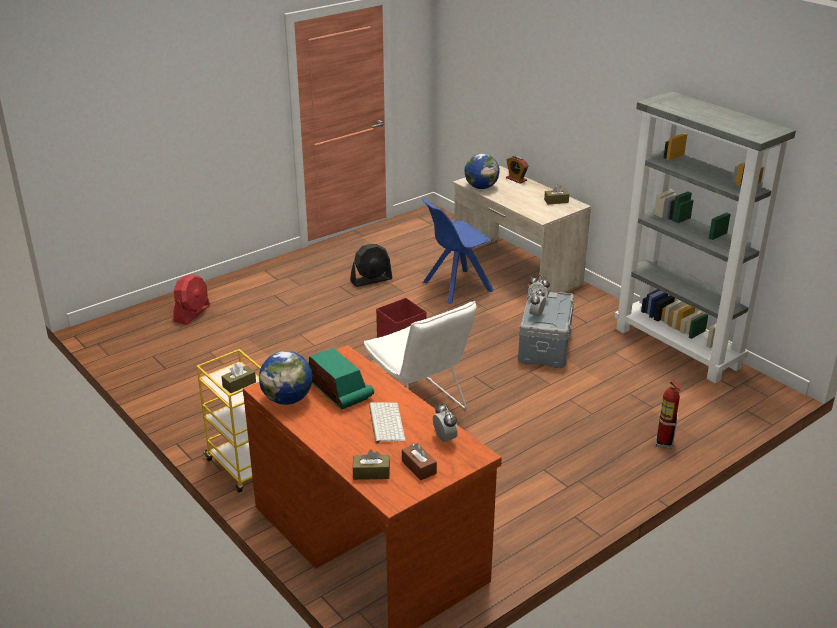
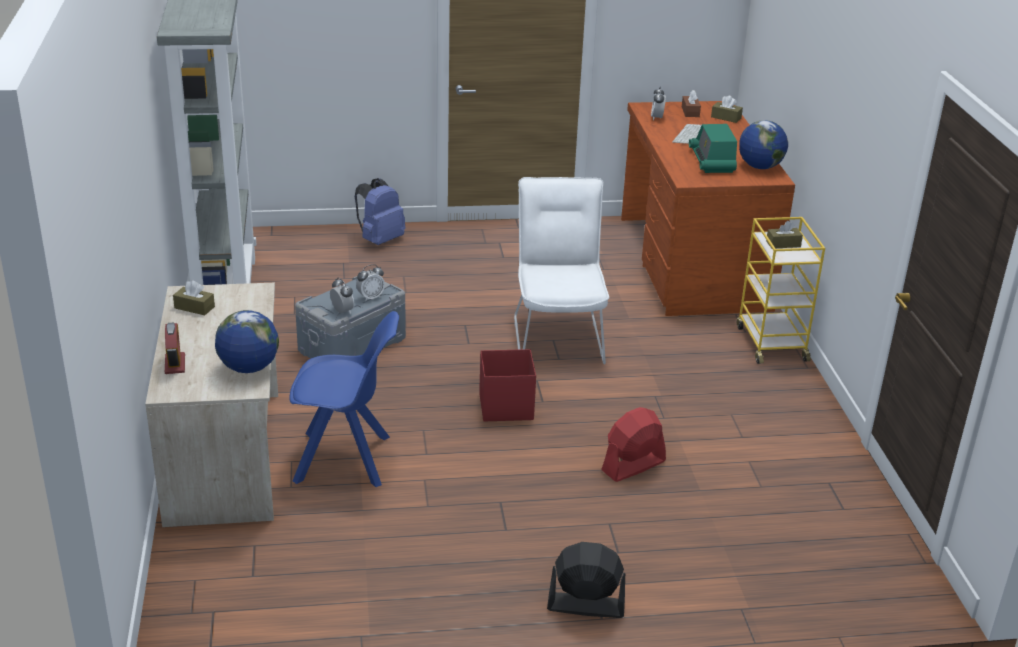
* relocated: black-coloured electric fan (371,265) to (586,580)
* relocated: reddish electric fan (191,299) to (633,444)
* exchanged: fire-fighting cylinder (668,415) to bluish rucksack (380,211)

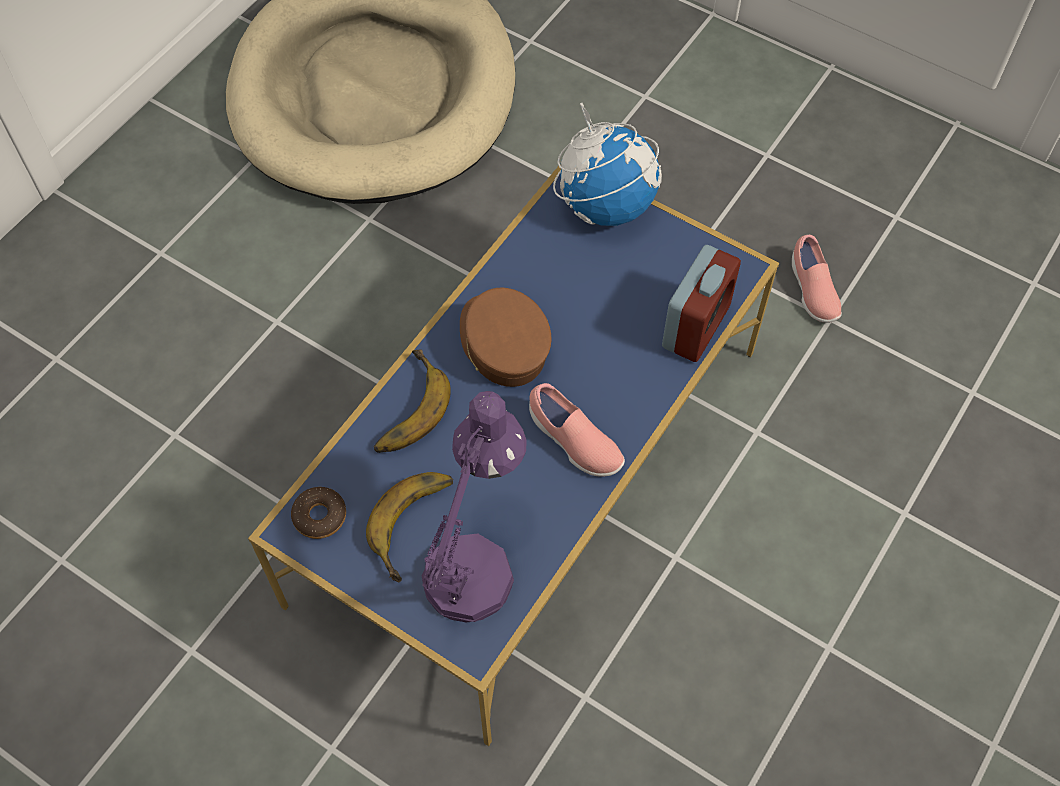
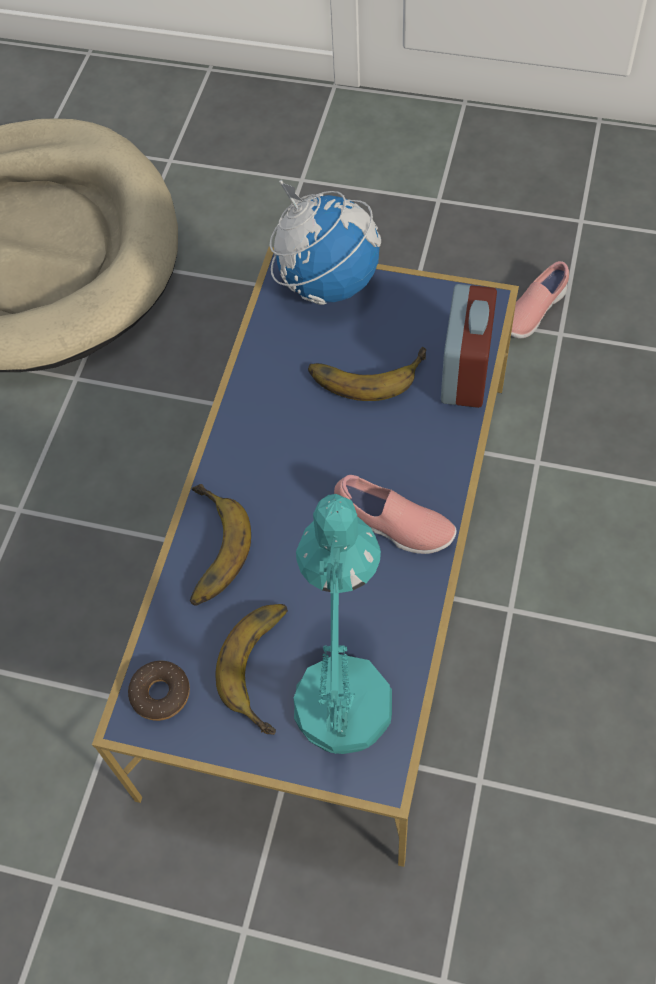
* spun: pink-coloured item of footwear (817,279) = (540,299) 75 degrees clockwise
* missing: brown cap (506,337)
* colour: purple table lamp (474,507) to turquoise-coloured table lamp (342,624)
* appeared: whole banana (367,374)

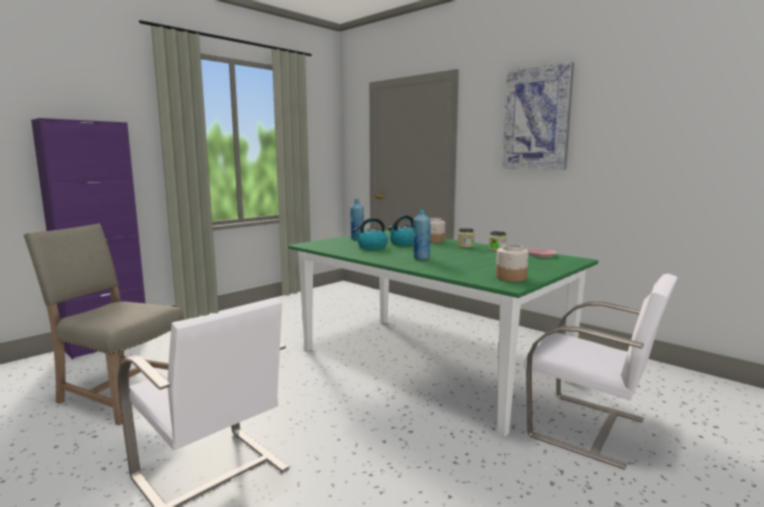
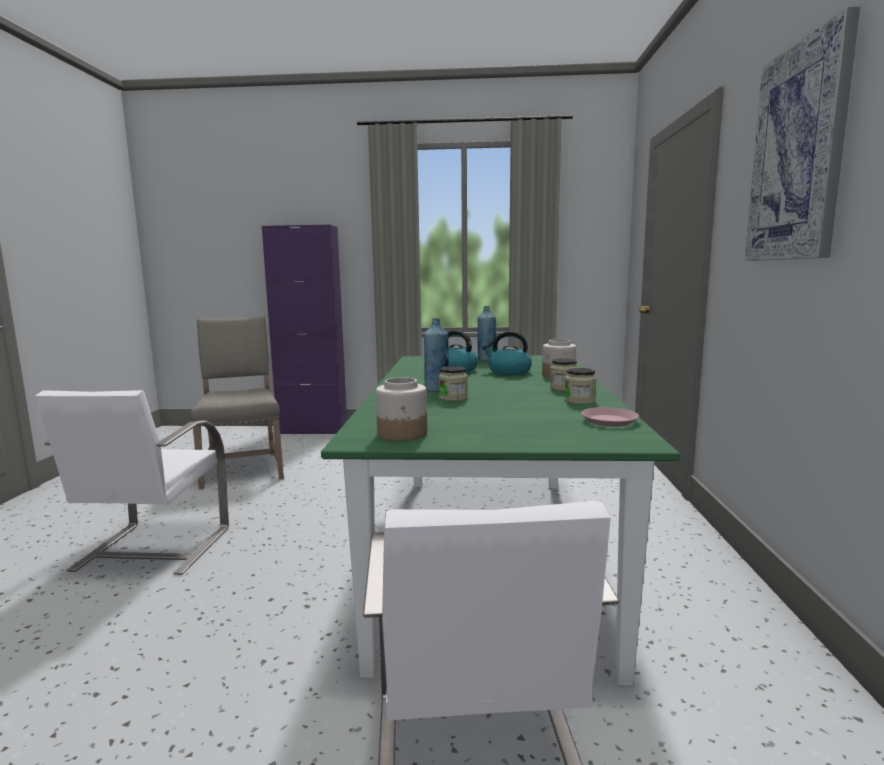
* appeared: storage jar (453,383)

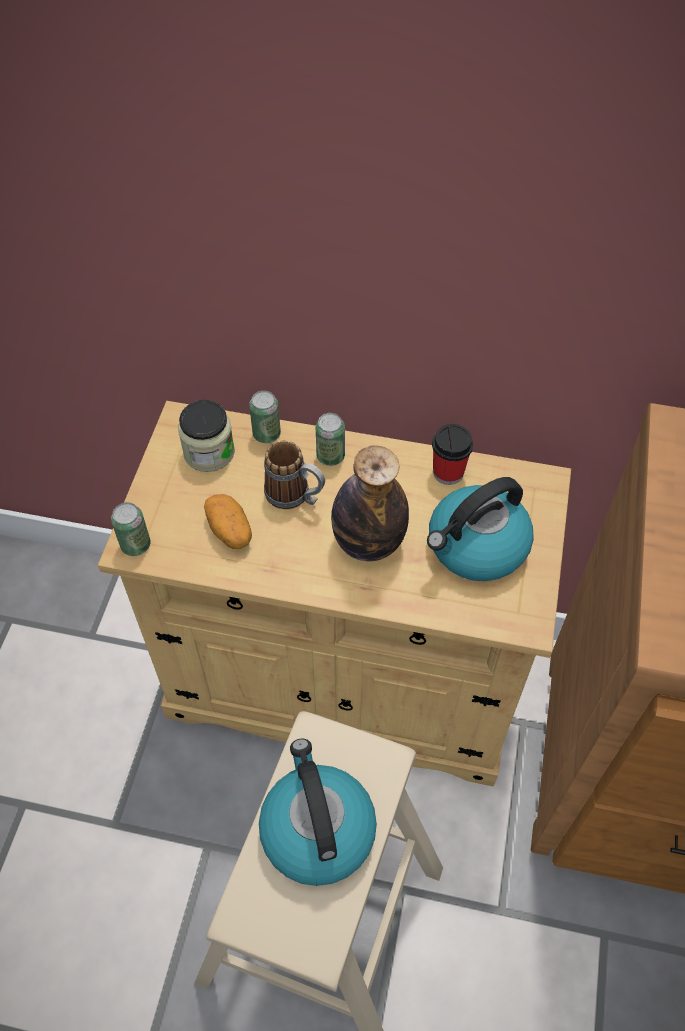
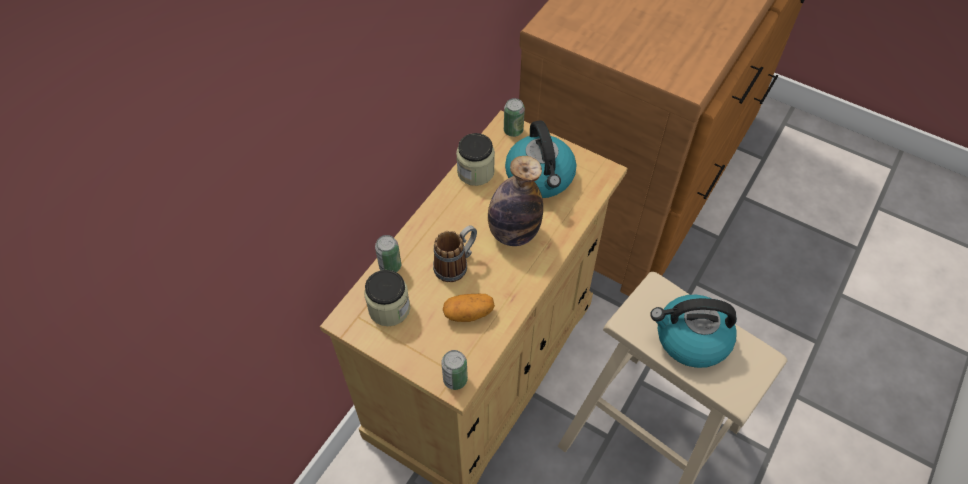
* relocated: metal can (330,439) to (514,117)
* exchanged: cup (452,454) to storage jar (475,159)

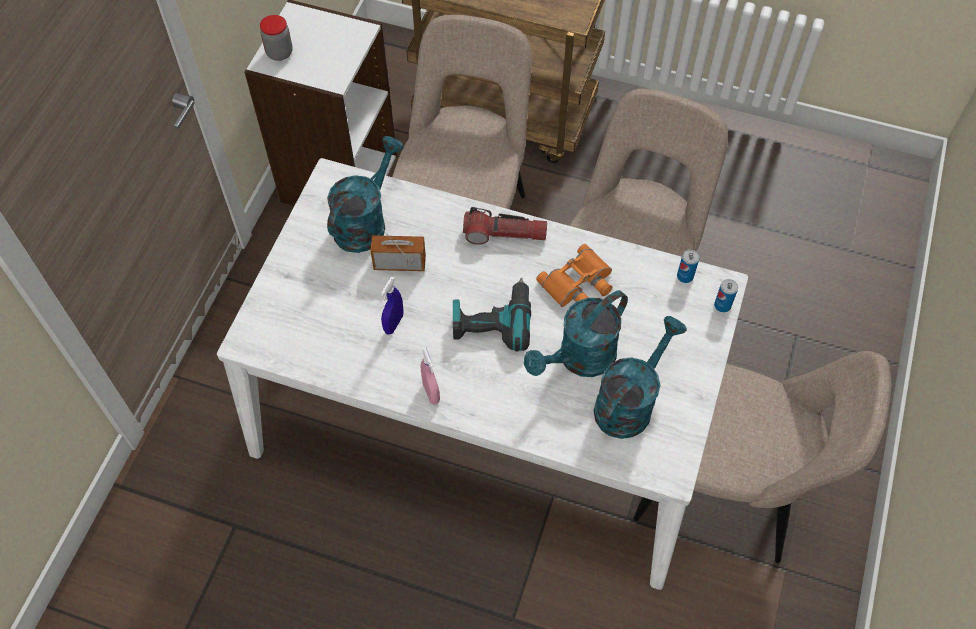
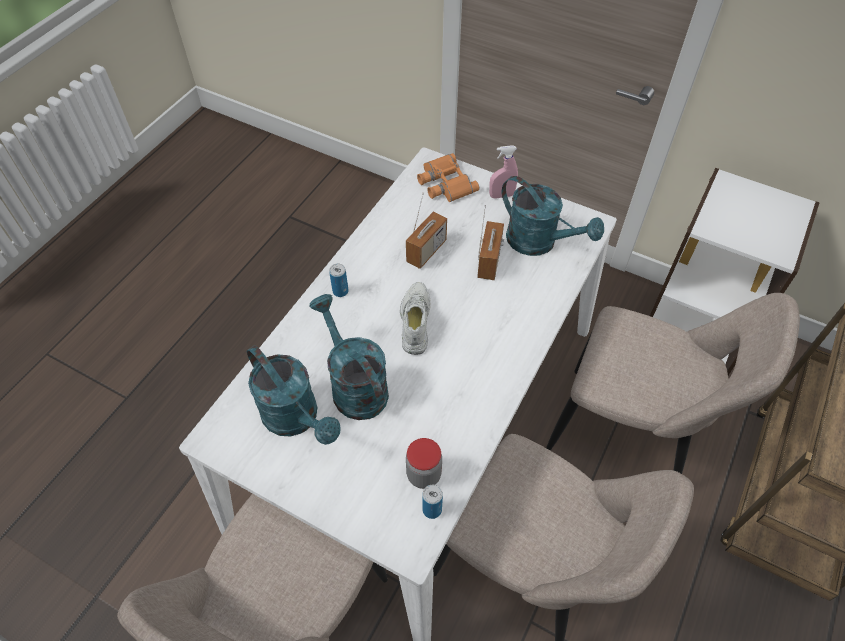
* relocated: storage jar (276,38) to (424,463)
* missing: flashlight (505,226)
* relocated: orange-coloured pair of binoculars (574,275) to (448,177)
* exchanged: bluish spray bottle (392,305) to radio receiver (426,231)
* exchanged: power drill (492,314) to white item of footwear (415,318)
* relocated: metal can (726,295) to (339,280)
* relocated: pink-coloured spray bottle (430,376) to (503,172)

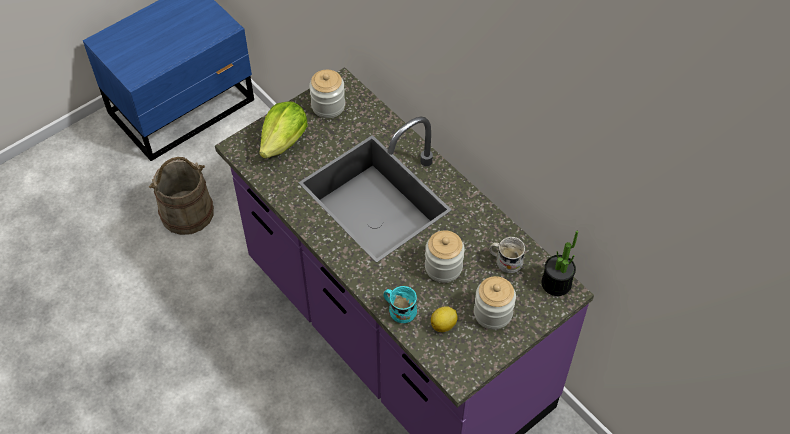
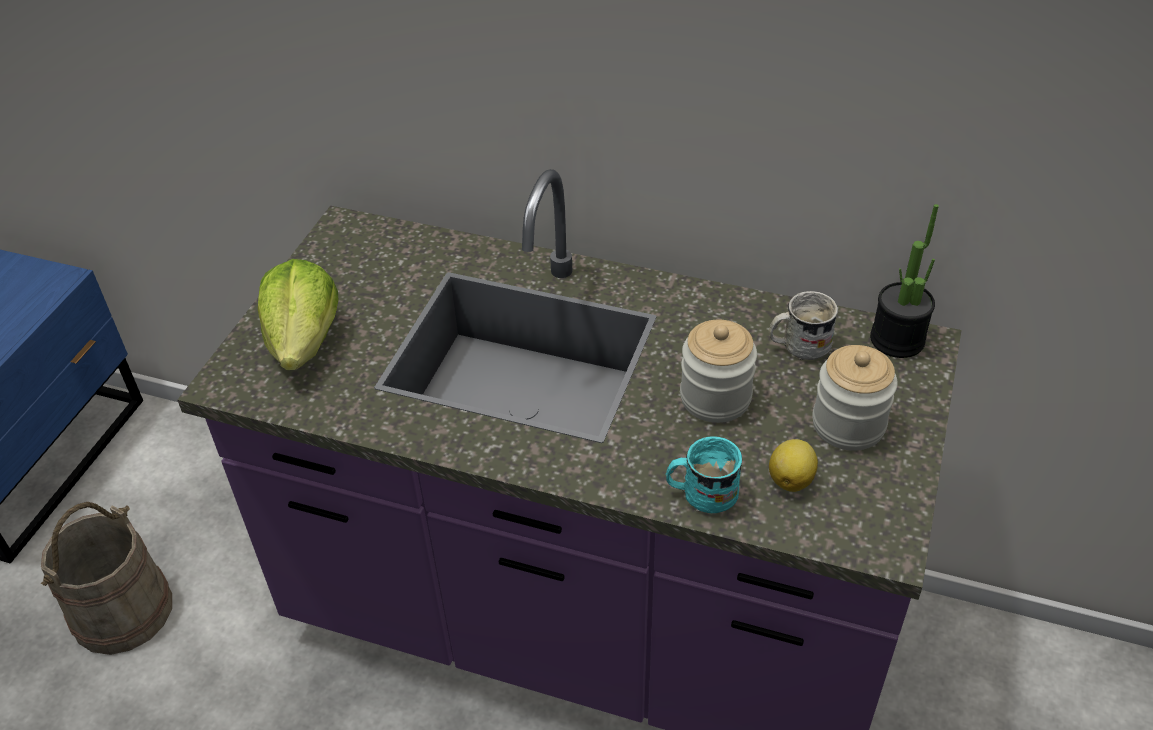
* missing: storage jar (327,94)

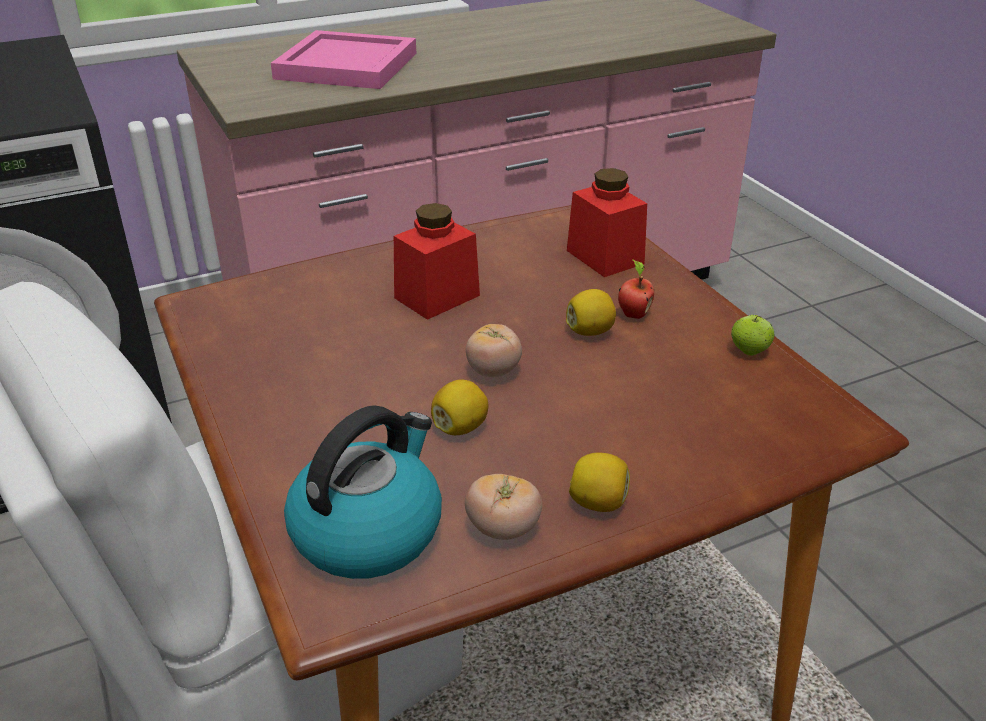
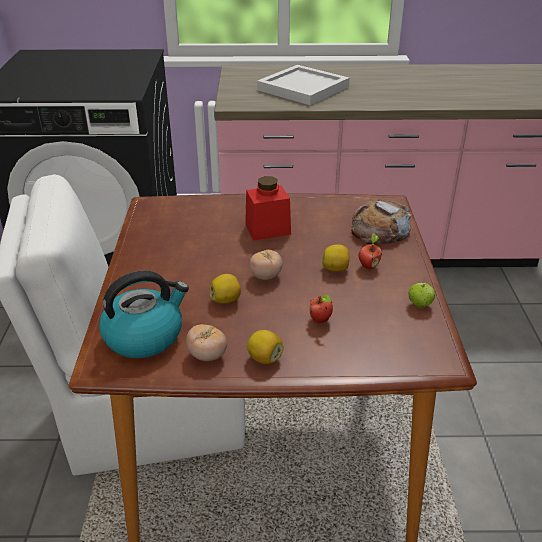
* colour: pink-coloured tray (343,59) to white tray (303,85)
* exchanged: reddish storage jar (607,222) to baked bread (381,221)
* appeared: whole apple (321,308)

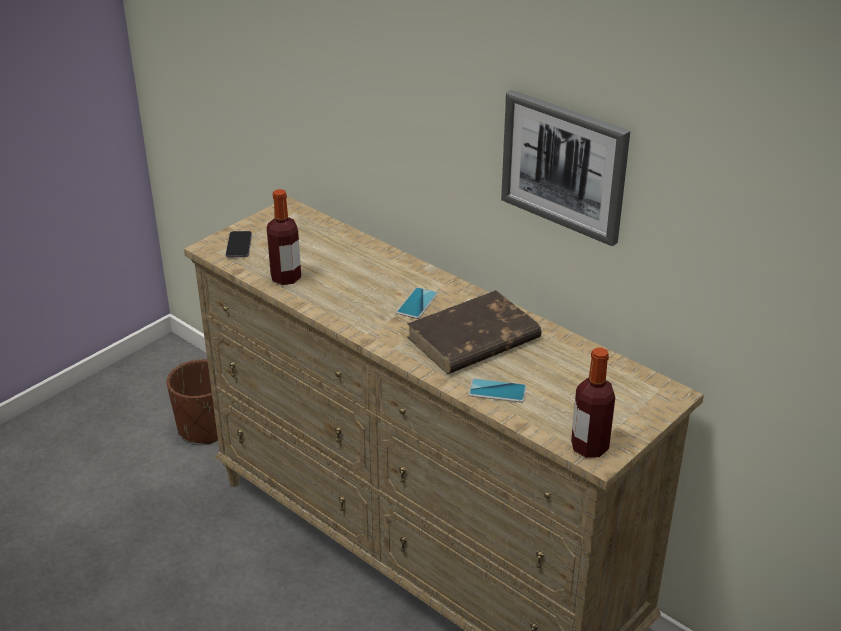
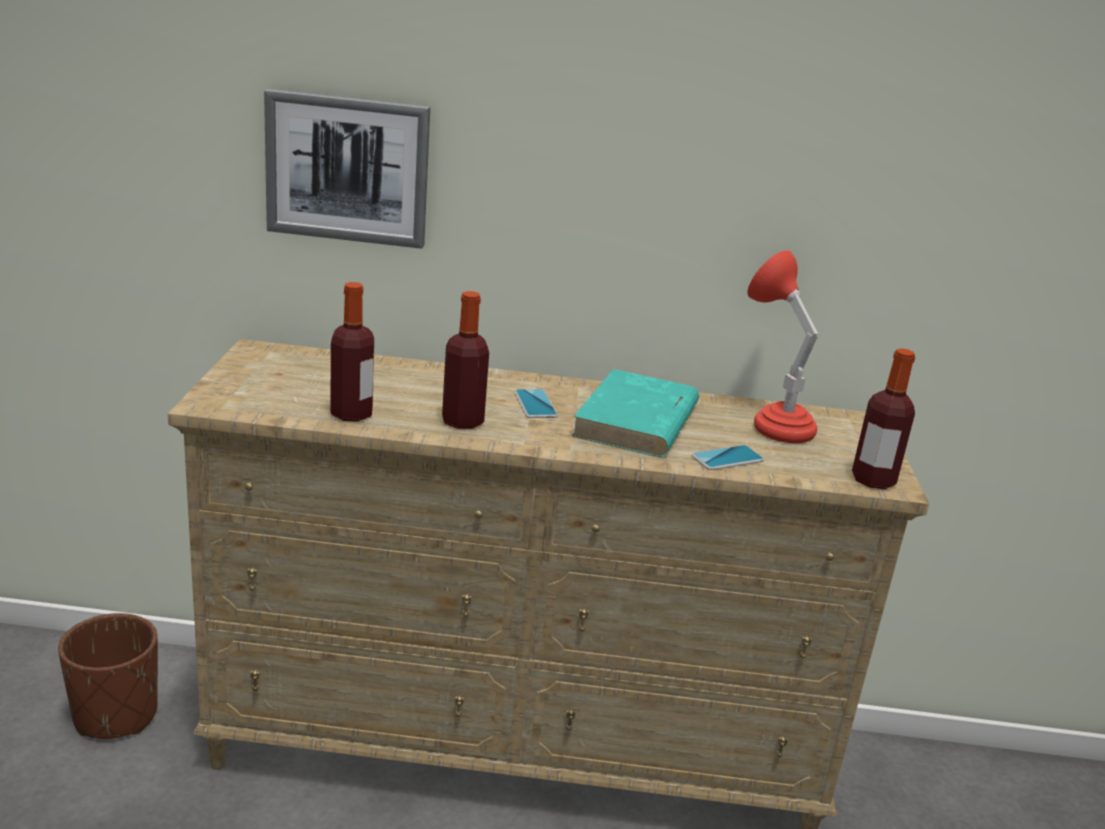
* relocated: wall art (565,168) to (347,169)
* missing: handset (239,244)
* colour: brown bound book (474,332) to turquoise-coloured bound book (635,413)
* appeared: reddish table lamp (783,346)
* appeared: beverage bottle (465,360)

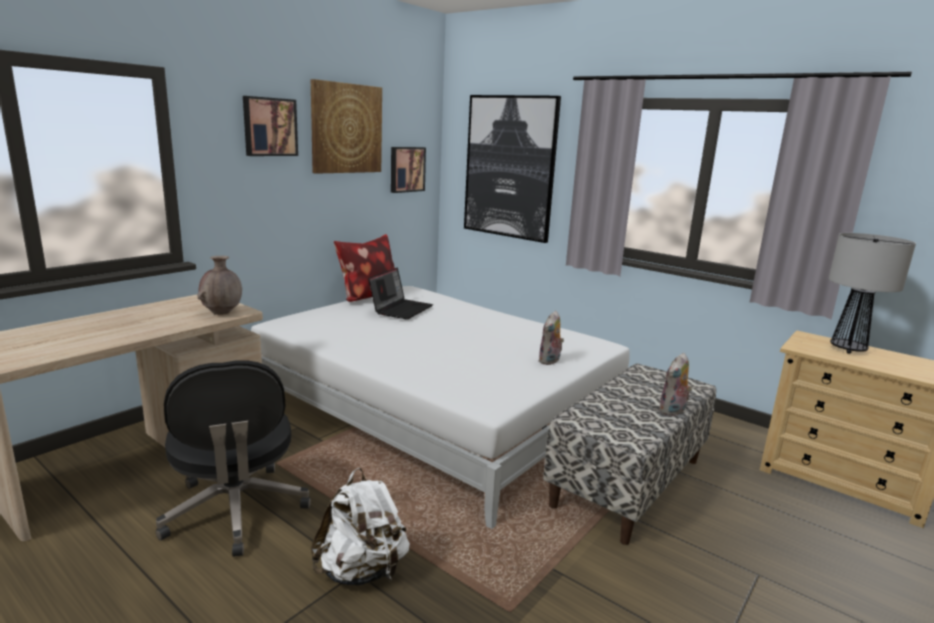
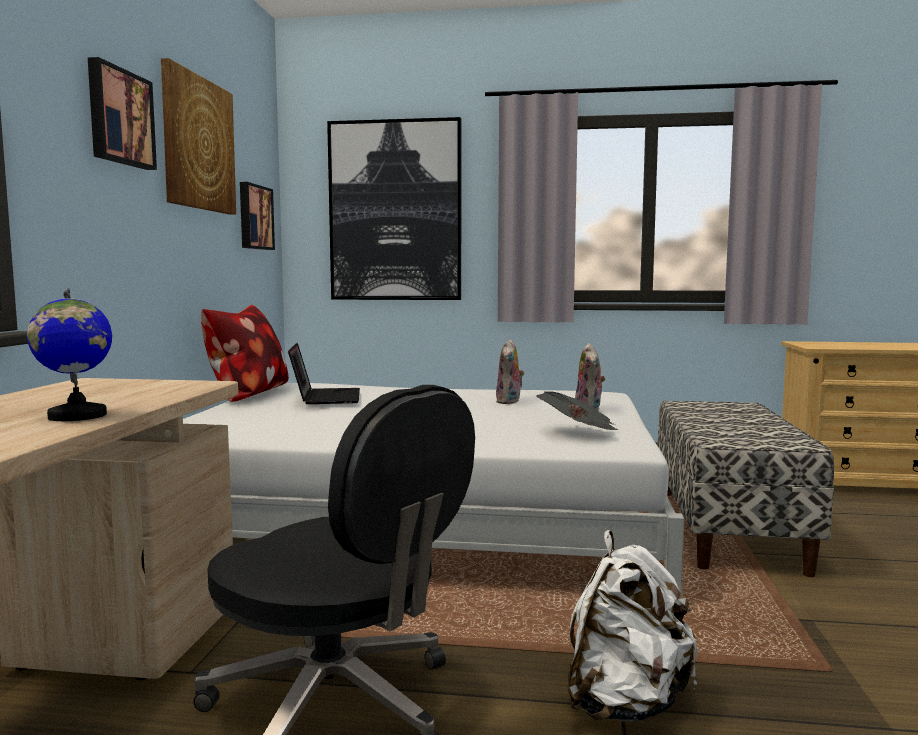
* missing: table lamp (872,293)
* missing: brown vase (219,285)
* relocated: plush toy (675,385) to (510,371)
* appeared: desk globe (69,354)
* appeared: newspaper (577,410)

